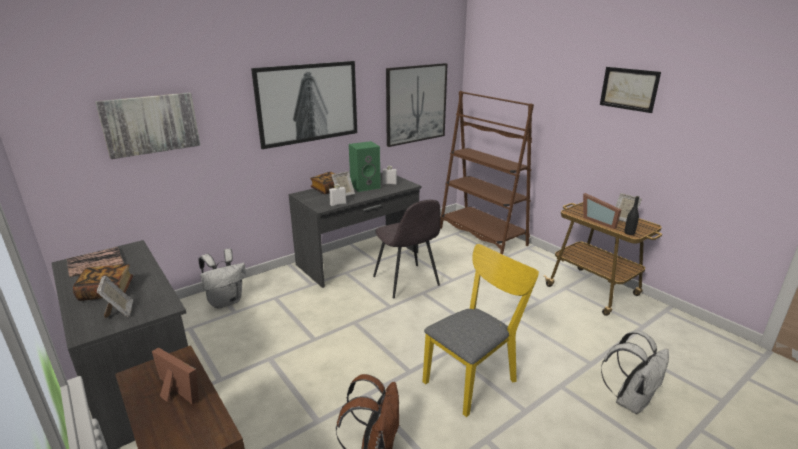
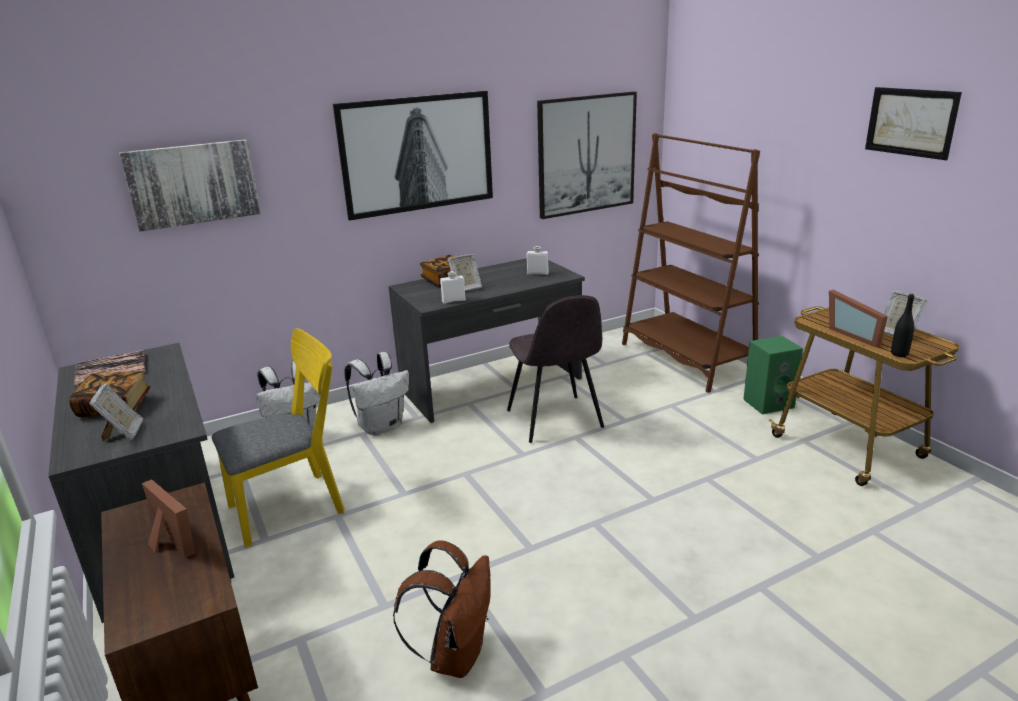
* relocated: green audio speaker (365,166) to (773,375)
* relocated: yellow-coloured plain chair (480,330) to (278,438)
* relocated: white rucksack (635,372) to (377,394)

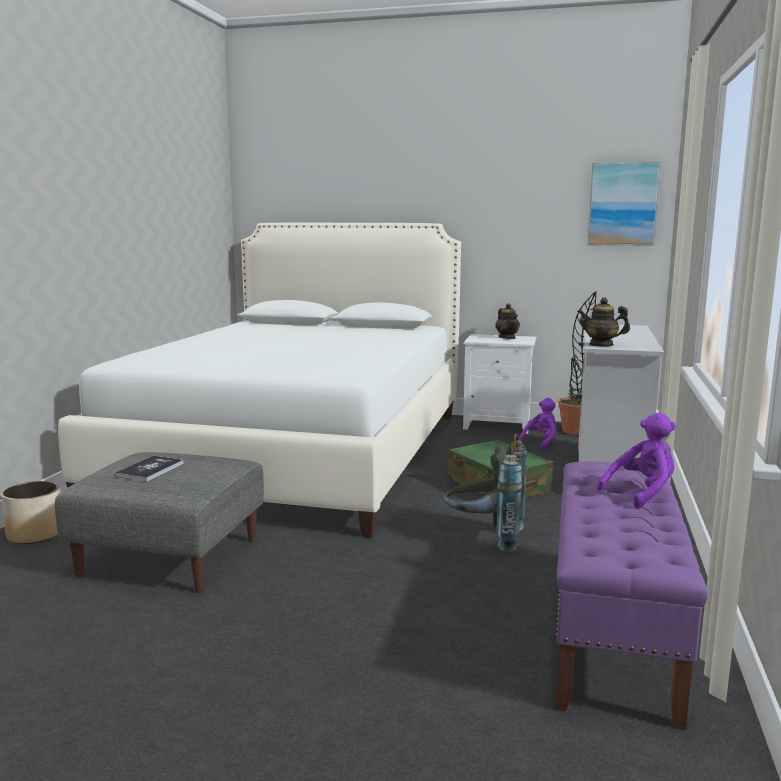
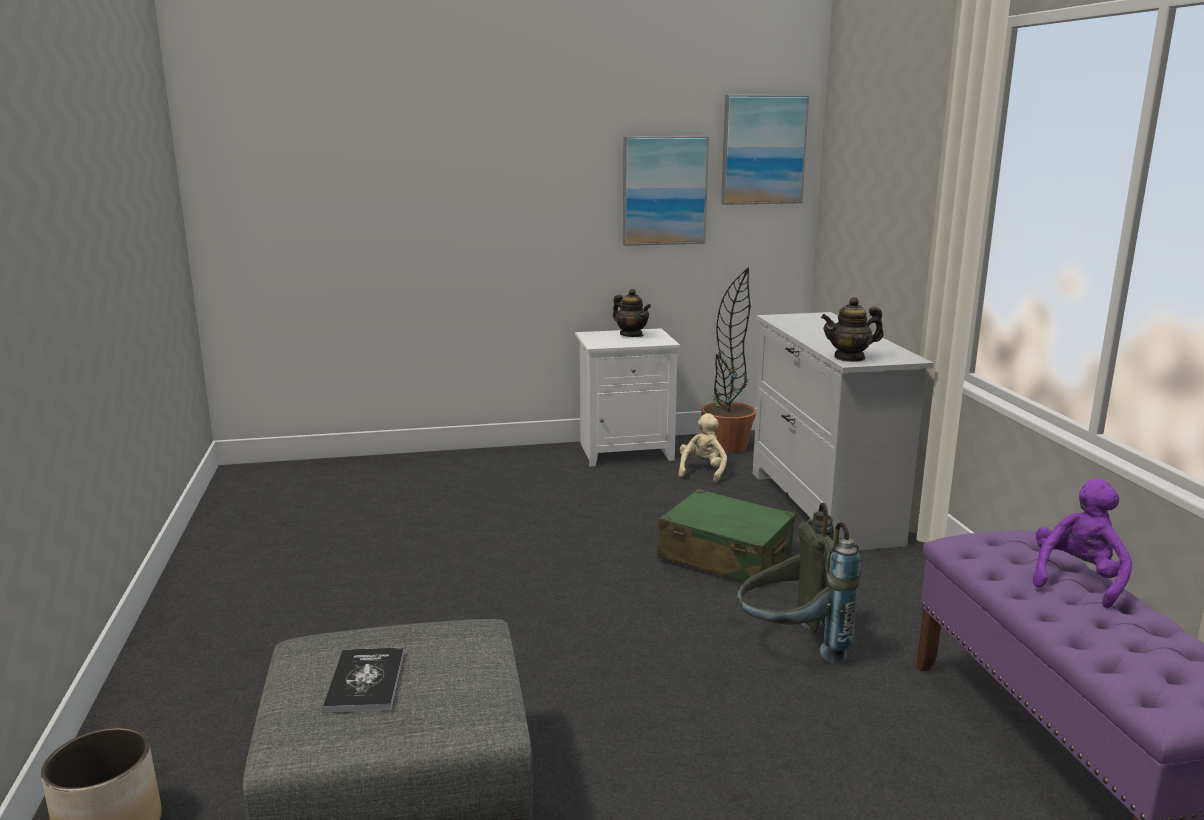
* missing: white sleeping bed (259,380)
* colour: purple plush toy (537,423) to beige plush toy (702,448)
* appeared: wall art (666,191)

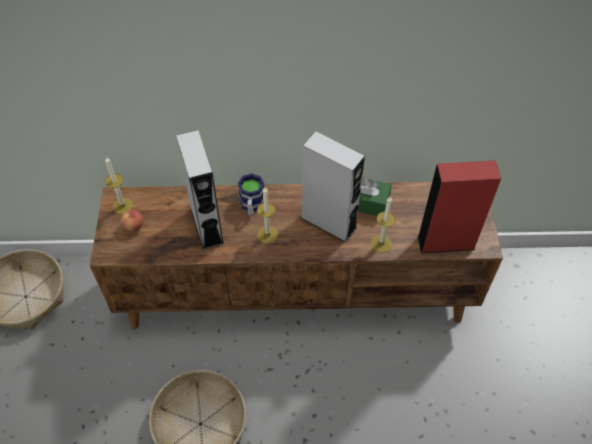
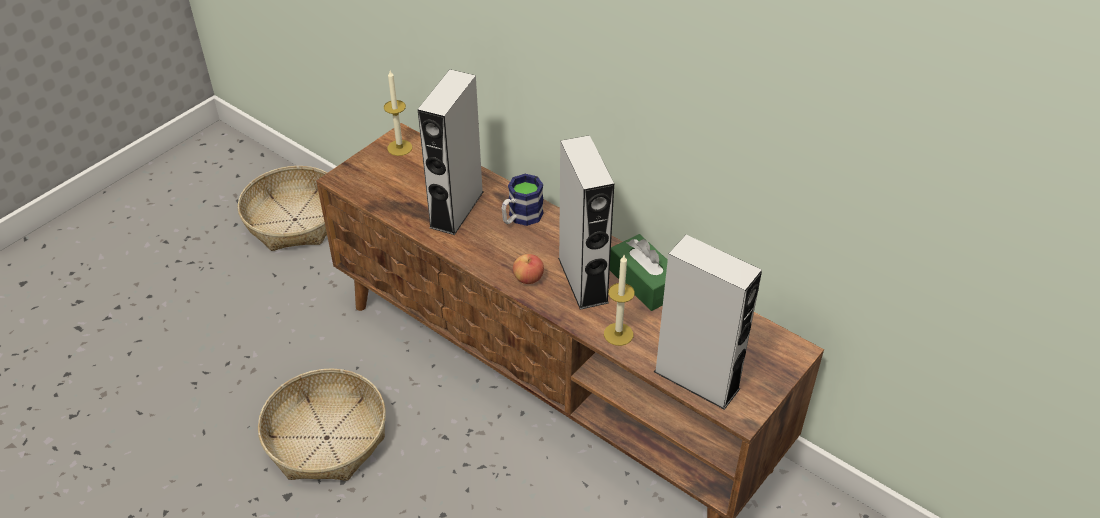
* colour: reddish audio speaker (459,207) to greyish audio speaker (708,322)
* missing: wax light (267,215)
* relocated: whole apple (131,221) to (528,269)

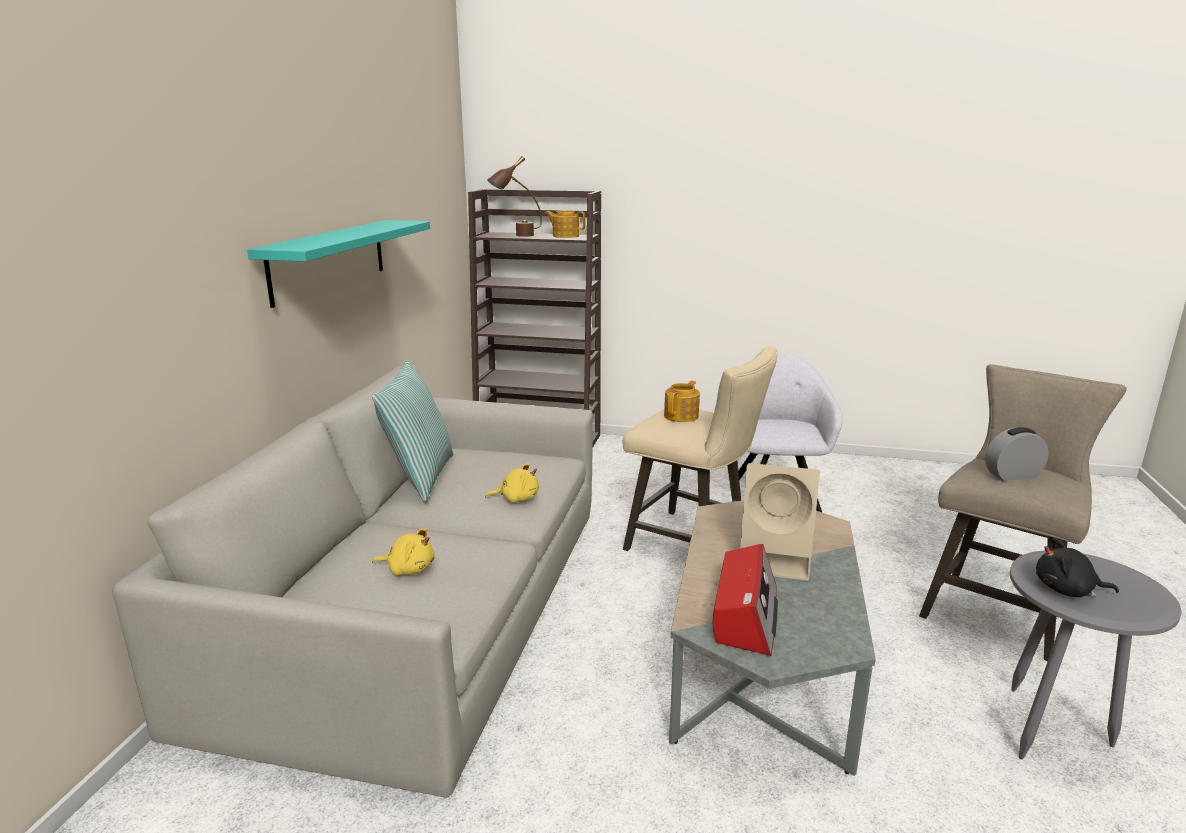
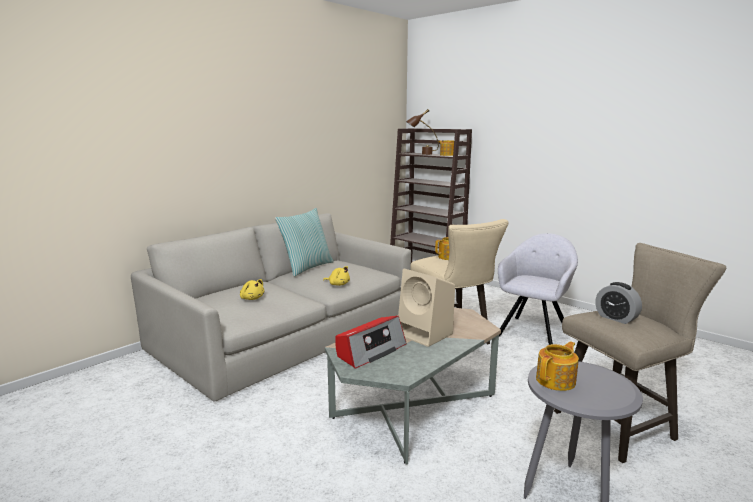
* missing: turquoise-coloured bracket shelf (338,264)
* spun: bedside clock (1017,454) = (618,303) 150 degrees counterclockwise
* exchanged: black-coloured plush toy (1077,567) to tea pot (557,366)

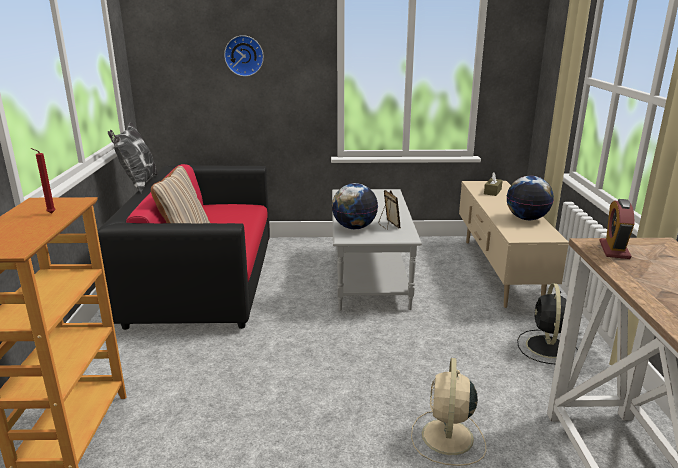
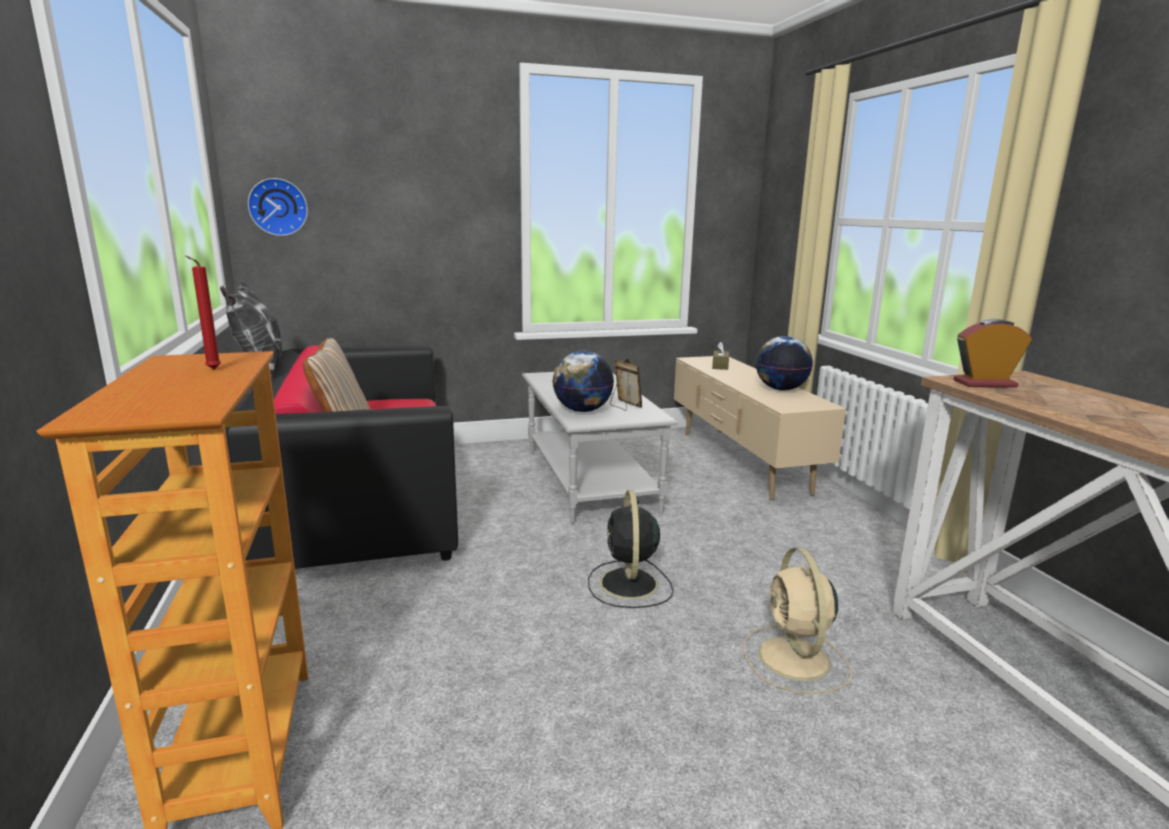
* relocated: clock on the wall (244,55) to (278,207)
* spun: bedside clock (617,229) = (993,353) 90 degrees clockwise
* relocated: black-coloured electric fan (547,323) to (631,549)

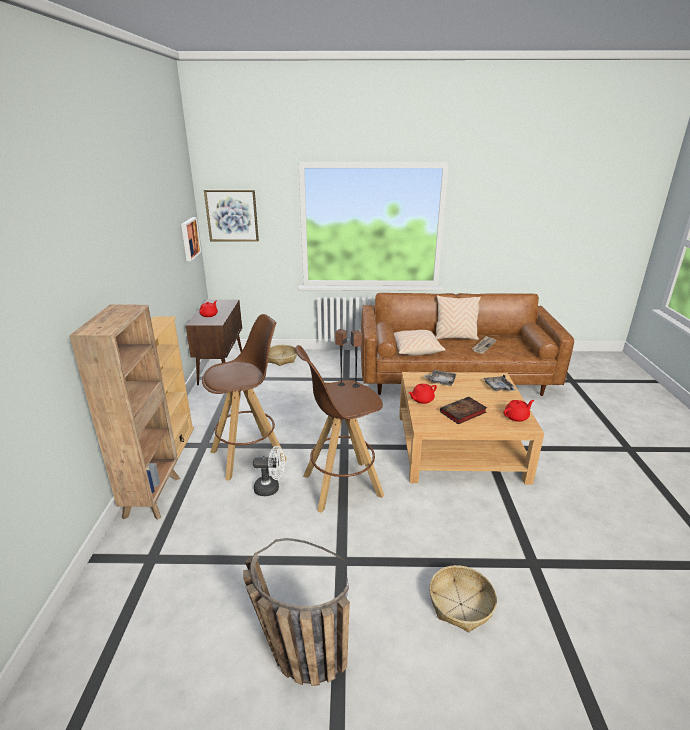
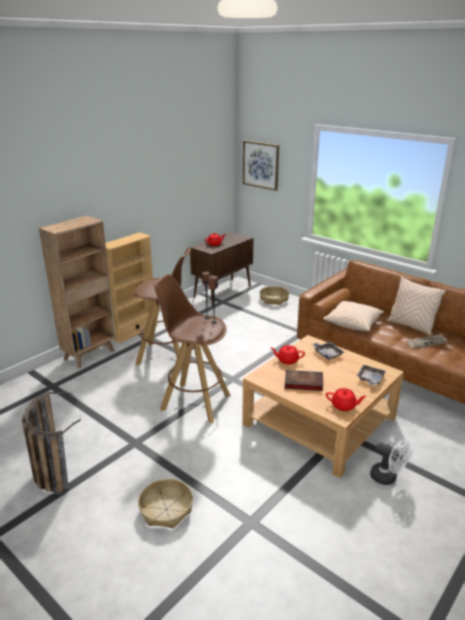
* missing: wall art (191,239)
* relocated: white electric fan (269,471) to (390,462)

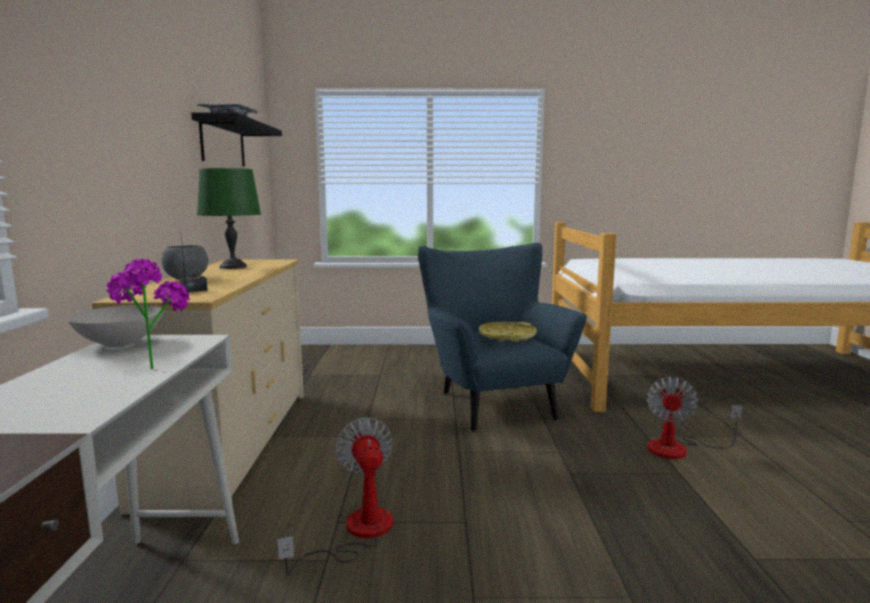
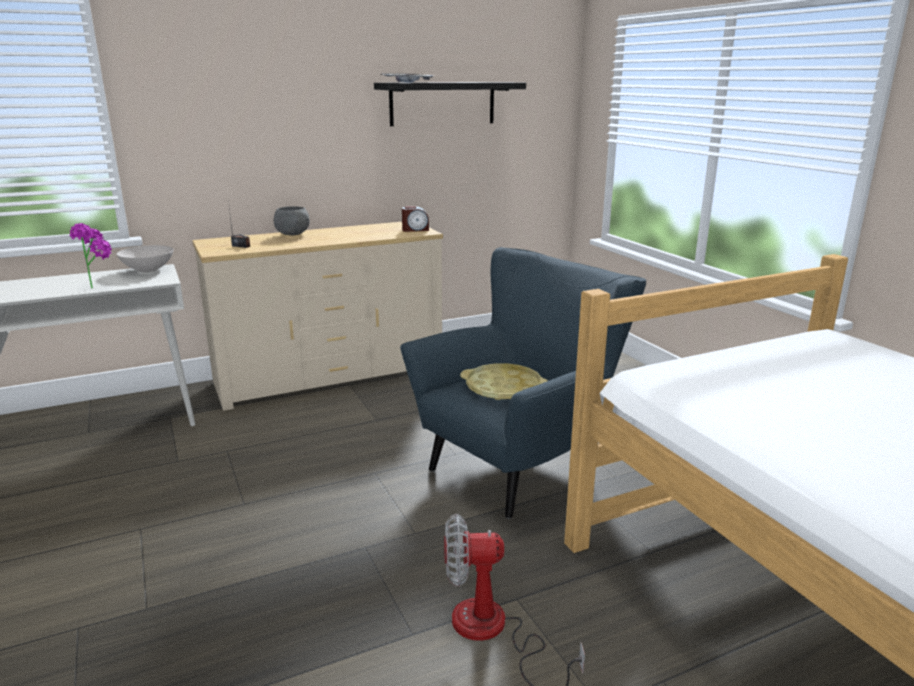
* missing: green table lamp (229,218)
* missing: electric fan (335,496)
* appeared: bedside clock (415,219)

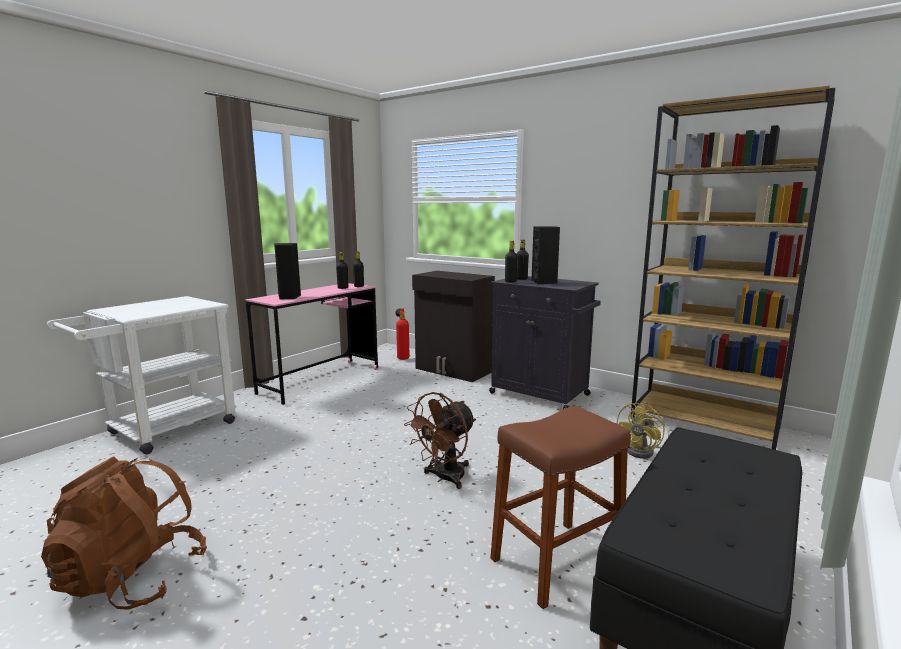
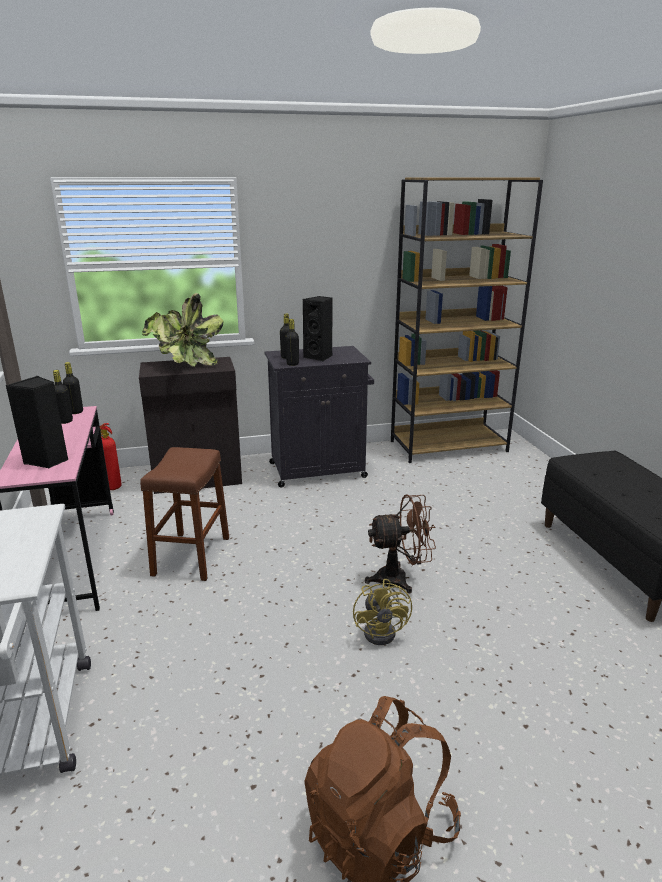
* spun: brown electric fan (440,440) = (400,543) 90 degrees counterclockwise
* relocated: yellow-coloured electric fan (645,430) to (382,612)
* relocated: brown sitting stool (560,507) to (184,514)
* appeared: plant in a pot (183,330)

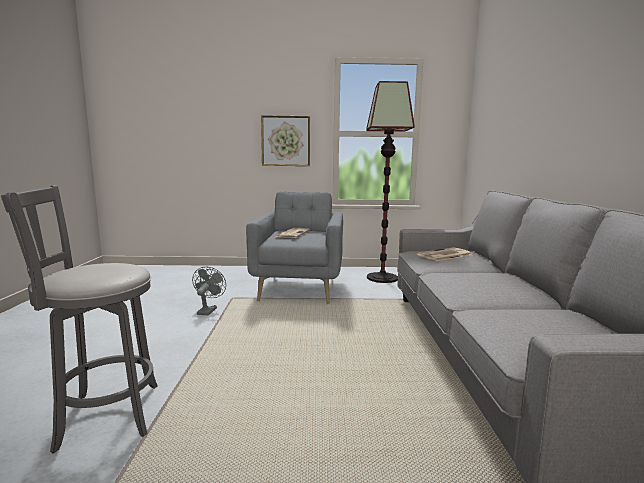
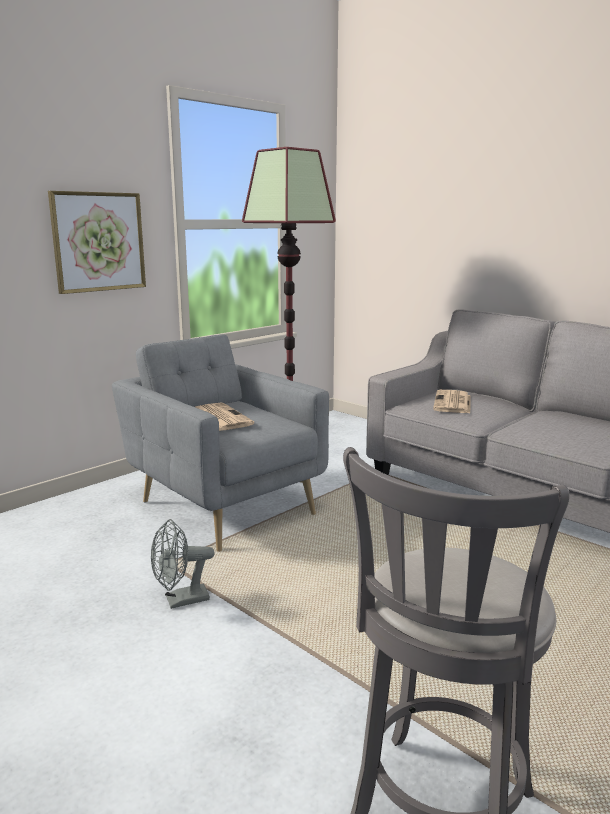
* spun: greyish electric fan (209,291) = (182,564) 75 degrees counterclockwise

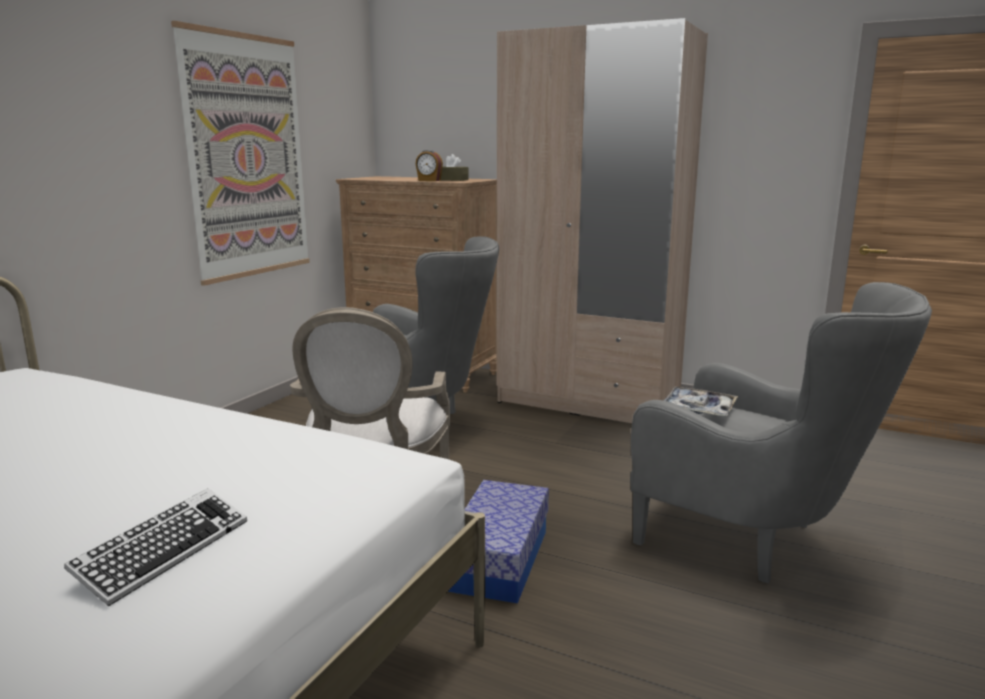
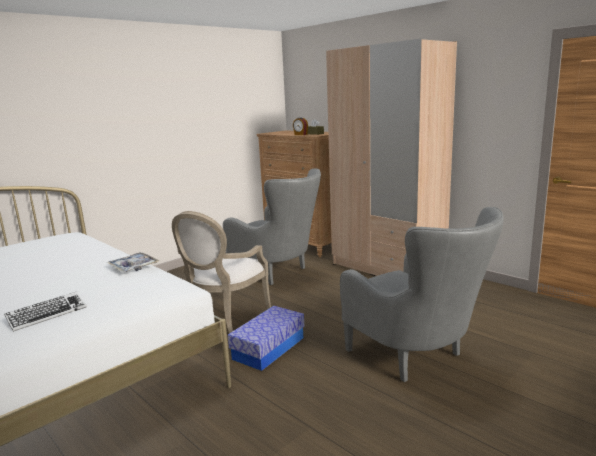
* missing: wall art (240,153)
* relocated: tray (701,401) to (133,262)

